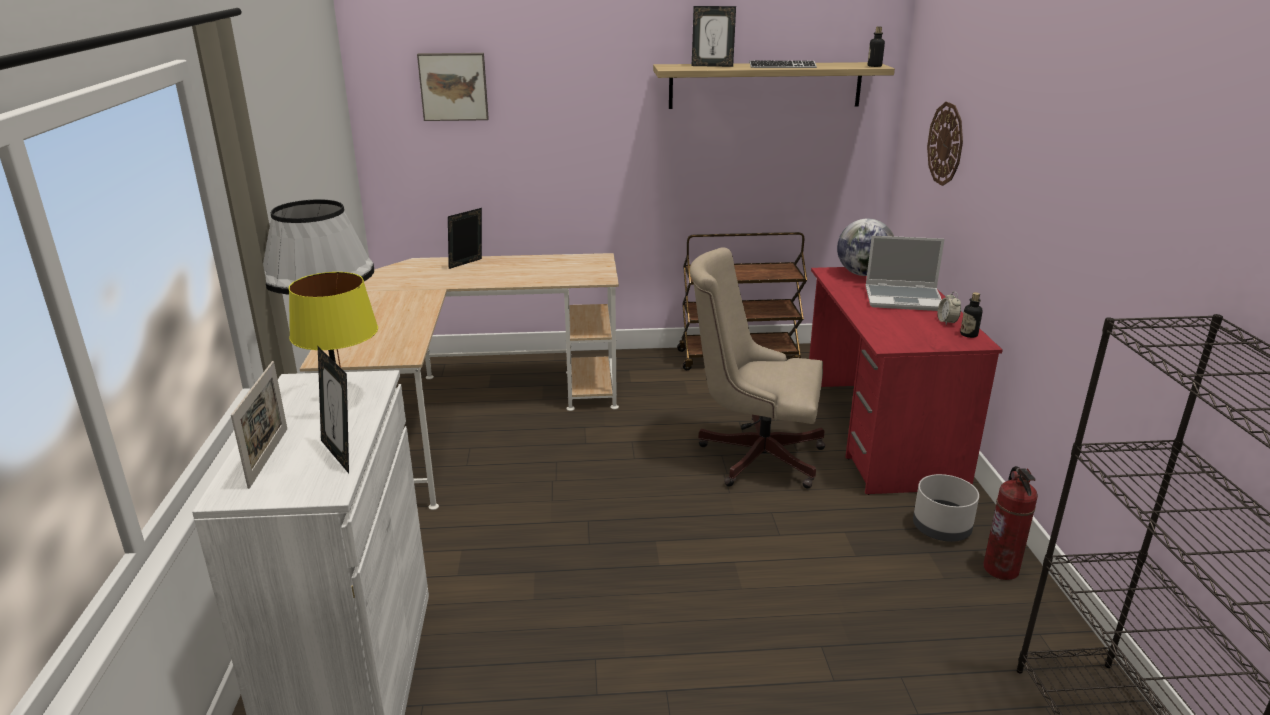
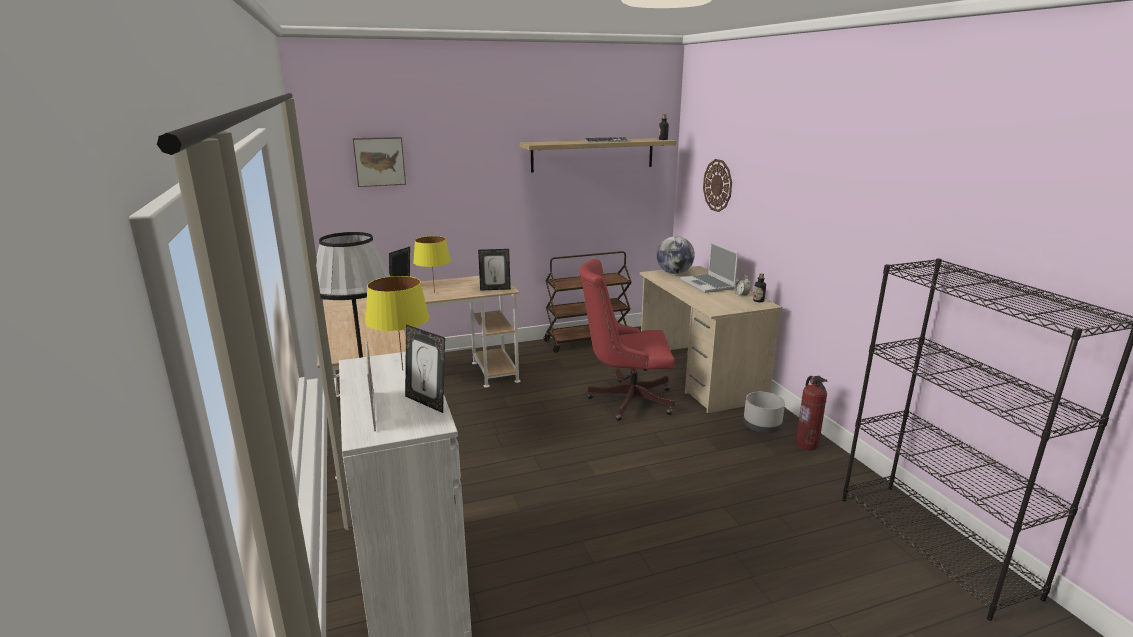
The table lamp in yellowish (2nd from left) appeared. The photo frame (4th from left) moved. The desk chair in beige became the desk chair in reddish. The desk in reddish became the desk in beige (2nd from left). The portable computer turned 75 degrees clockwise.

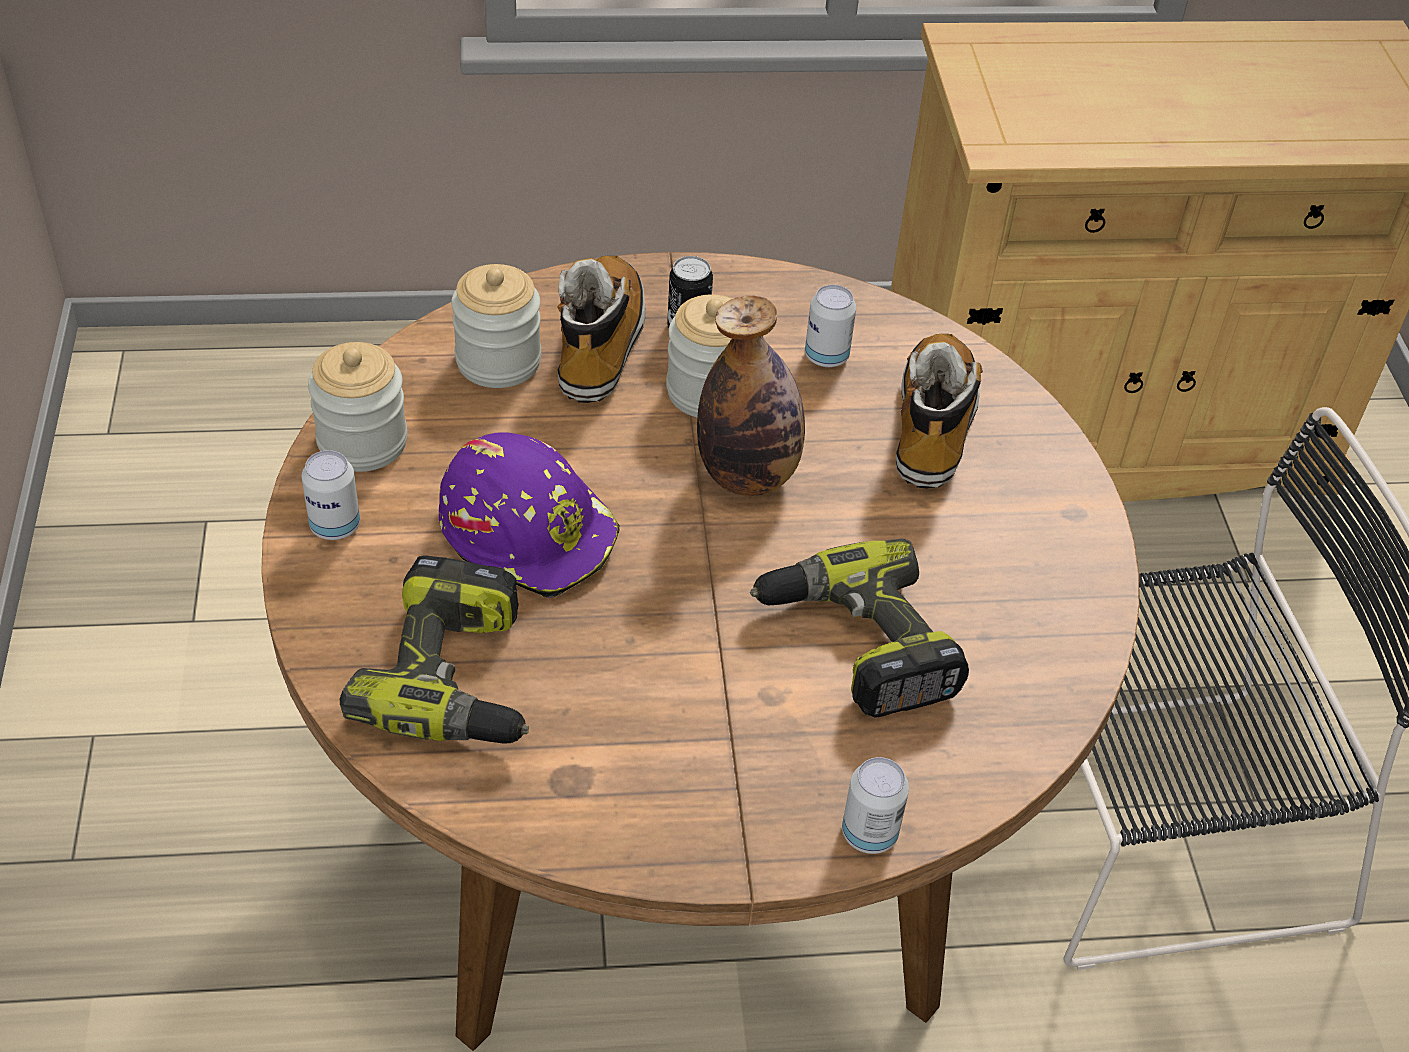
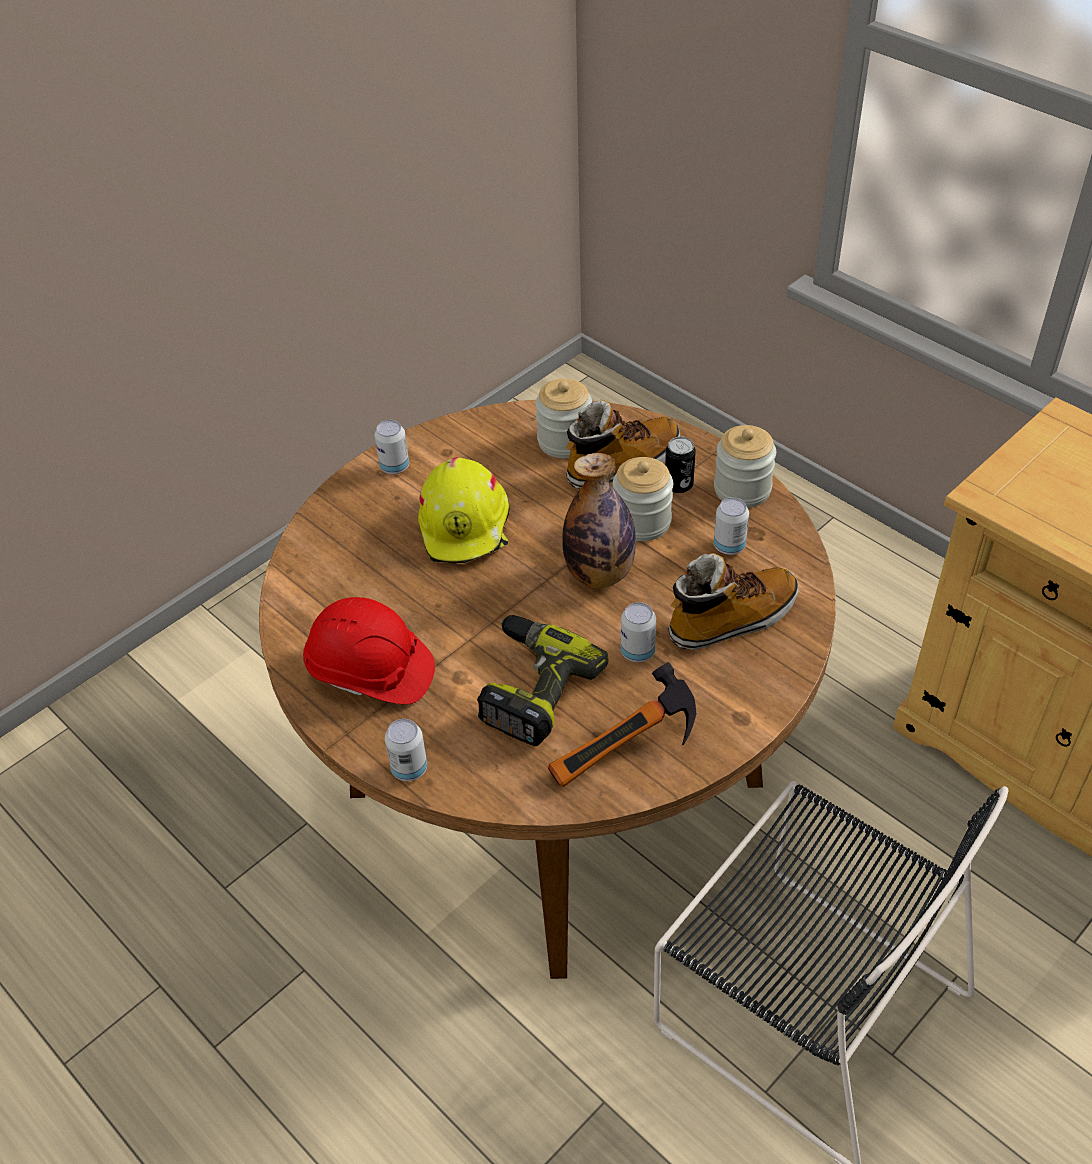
The work helmet in reddish appeared. The work helmet in purplish became the work helmet in yellowish. The hammer appeared. The can (3rd from left) appeared. The preserve jar (1st from left in the first image) moved. The drill (1st from left) disappeared.

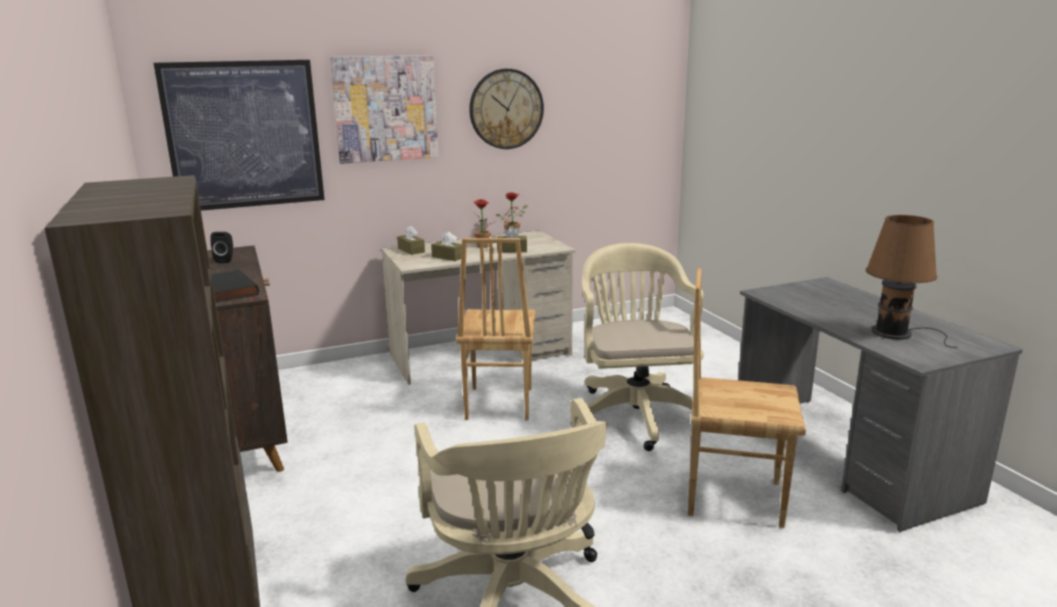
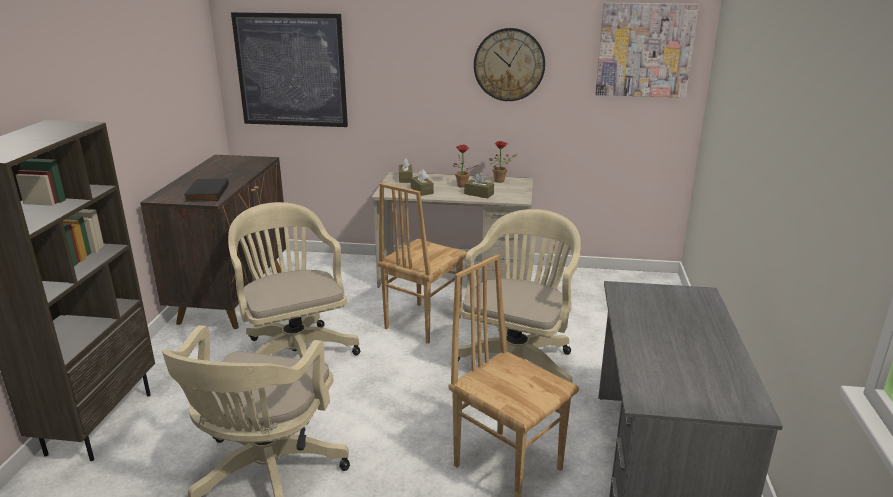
The desk chair in beige (2nd from left) appeared. The wall picture (2nd from left) moved. The audio speaker in blackish disappeared. The table lamp in brown-coloured disappeared.

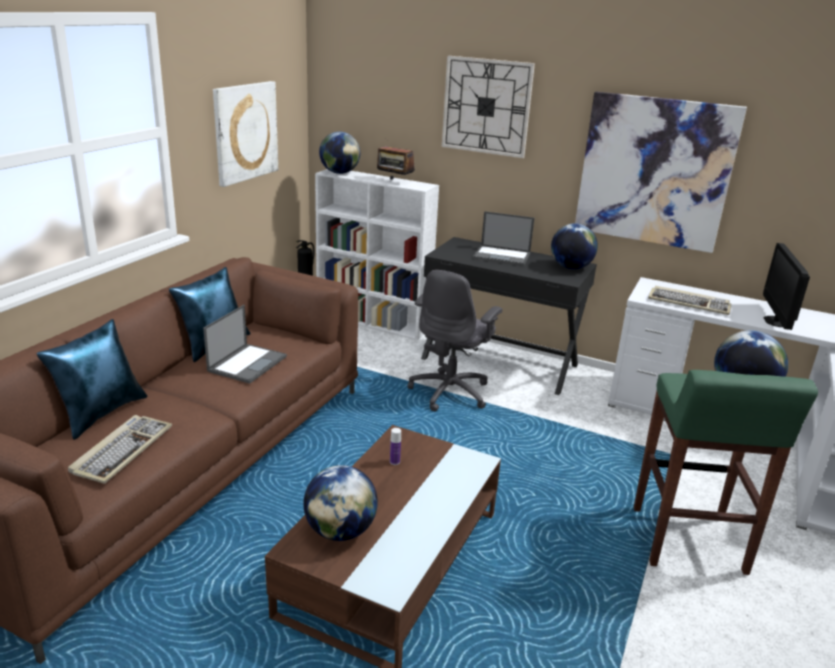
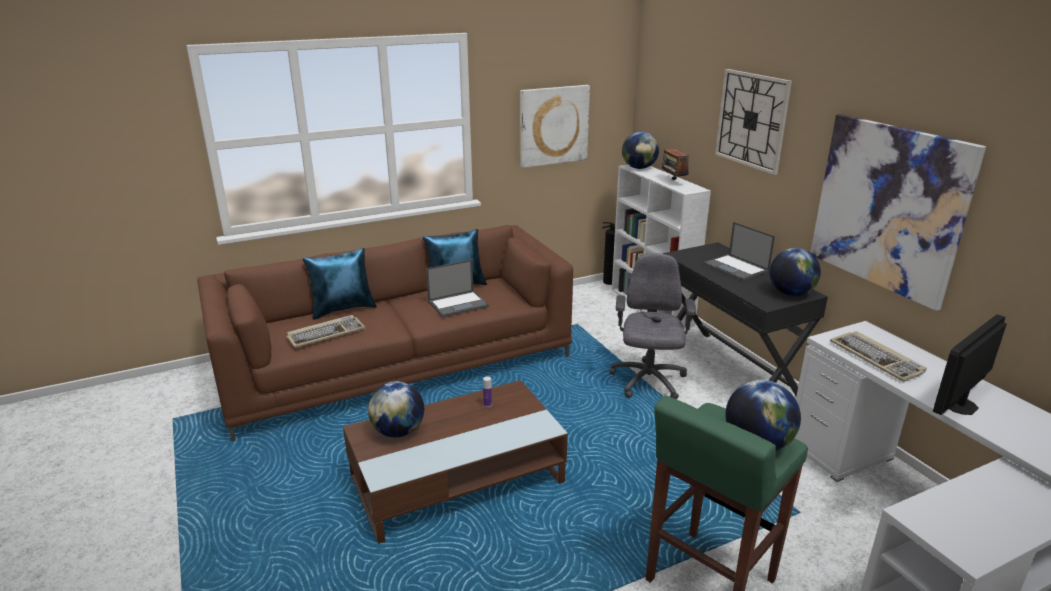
The desk chair in gray turned 120 degrees clockwise.

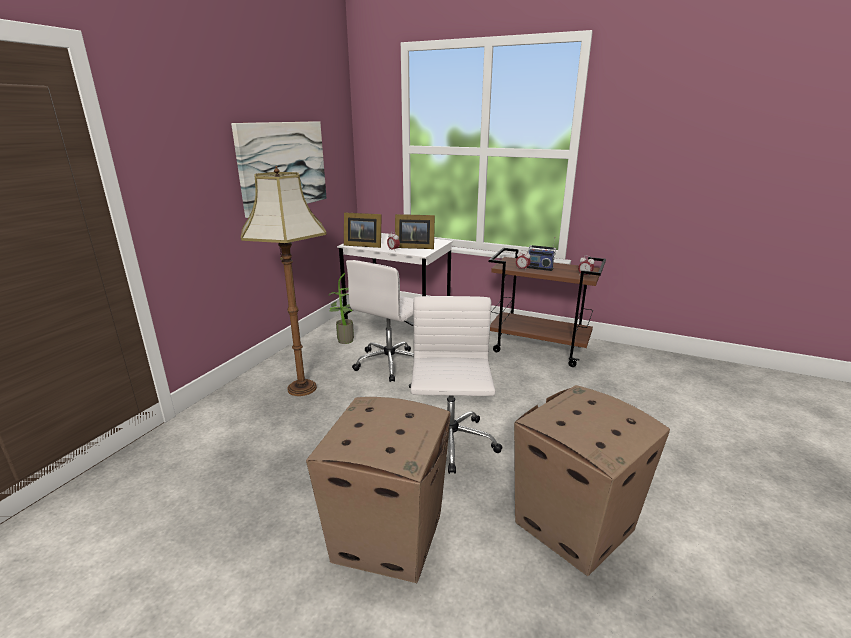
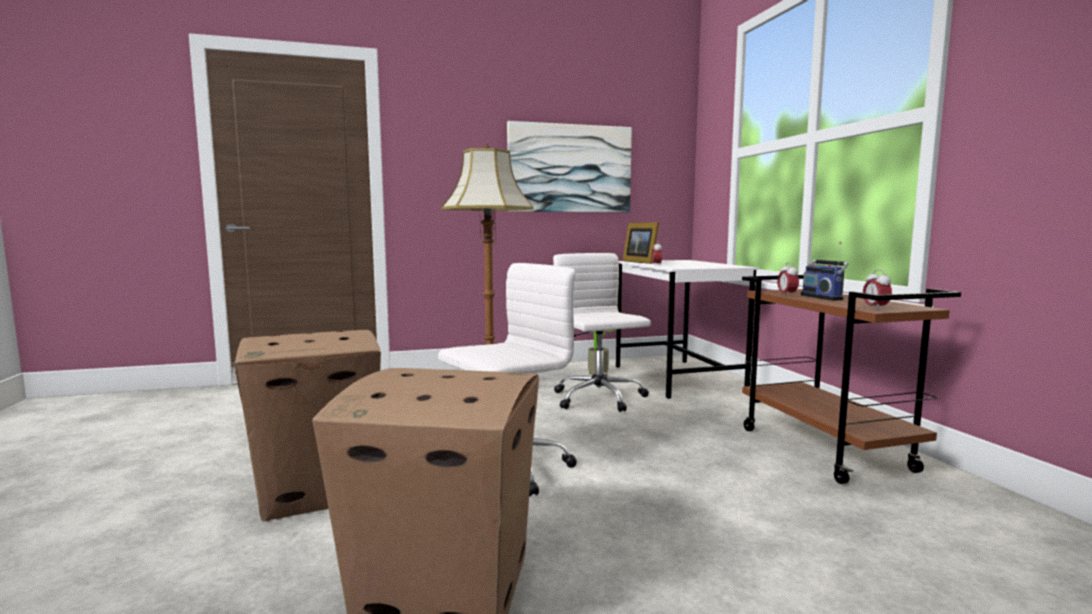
The desk chair in whitish (1st from left in the first image) turned 75 degrees clockwise. The photo frame (2nd from left) disappeared.

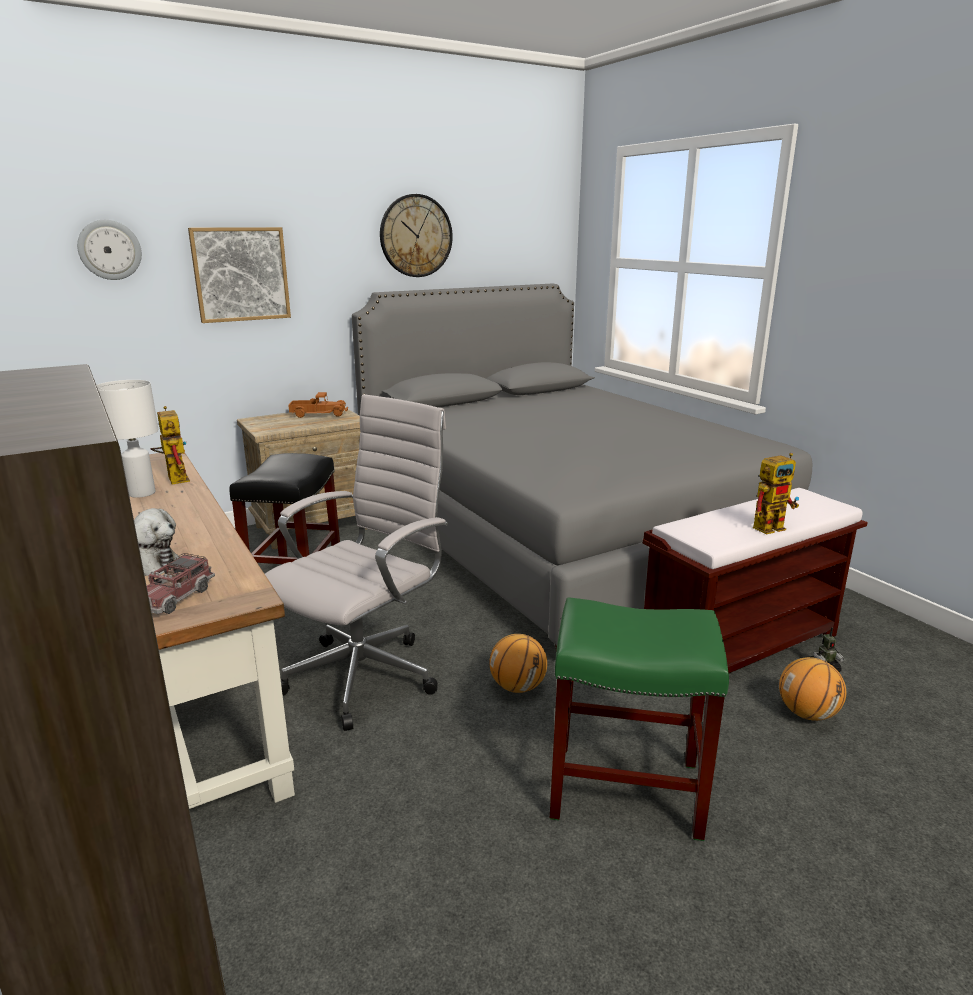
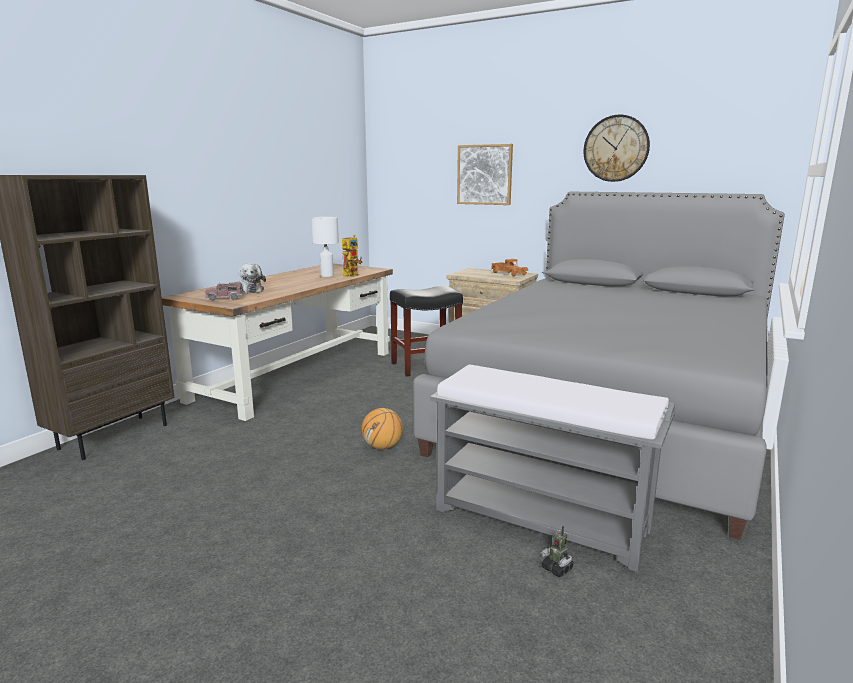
The long seat in brown-coloured became the long seat in gray. The clock on the wall (1st from left) disappeared. The desk chair in whitish disappeared. The sitting stool in green-coloured disappeared. The toy robot (2nd from left) disappeared. The ball for basketball (2nd from left) disappeared.

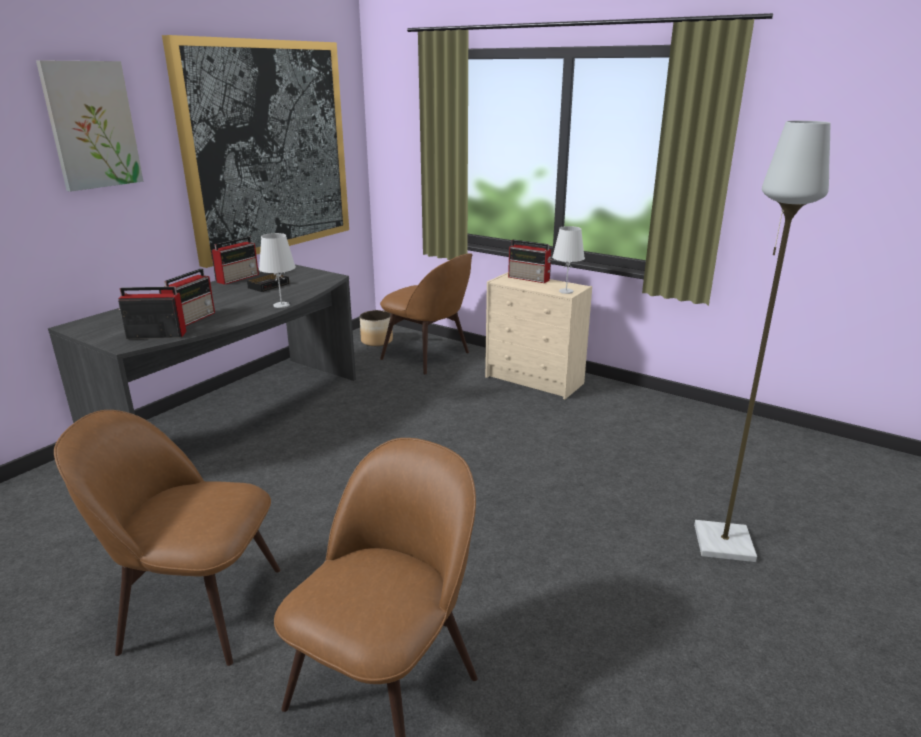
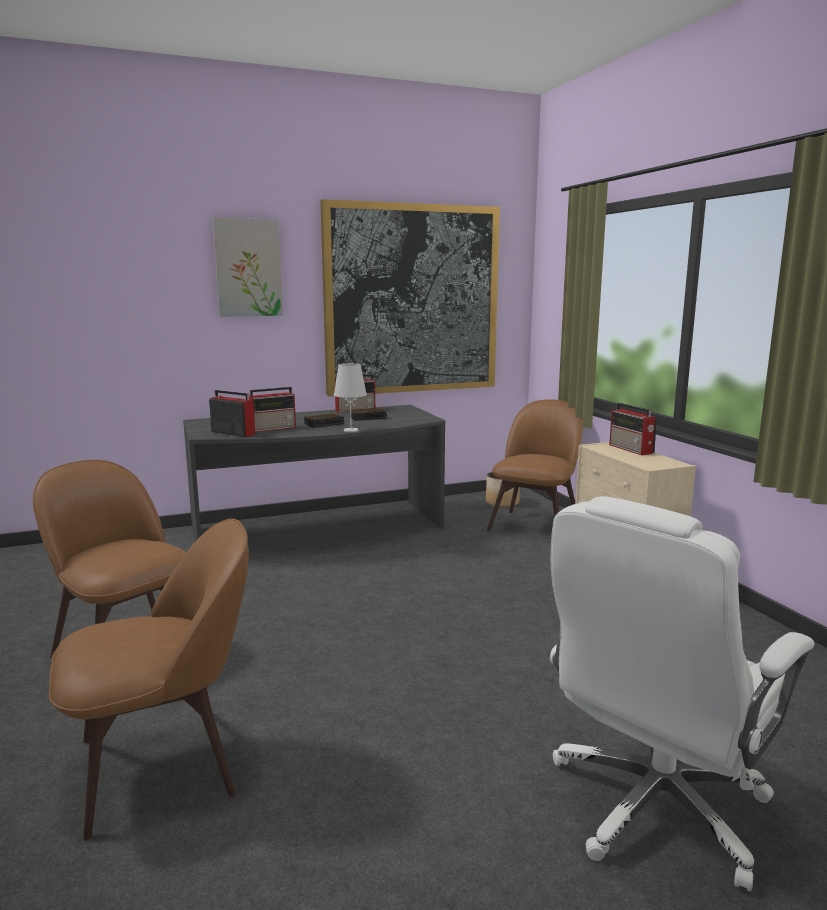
The table clock (1st from left) appeared. The chair in brown-coloured (3rd from left) turned 135 degrees counterclockwise. The standard lamp in gray was replaced by the desk chair in whitish. The table lamp in whitish (2nd from left) disappeared.

